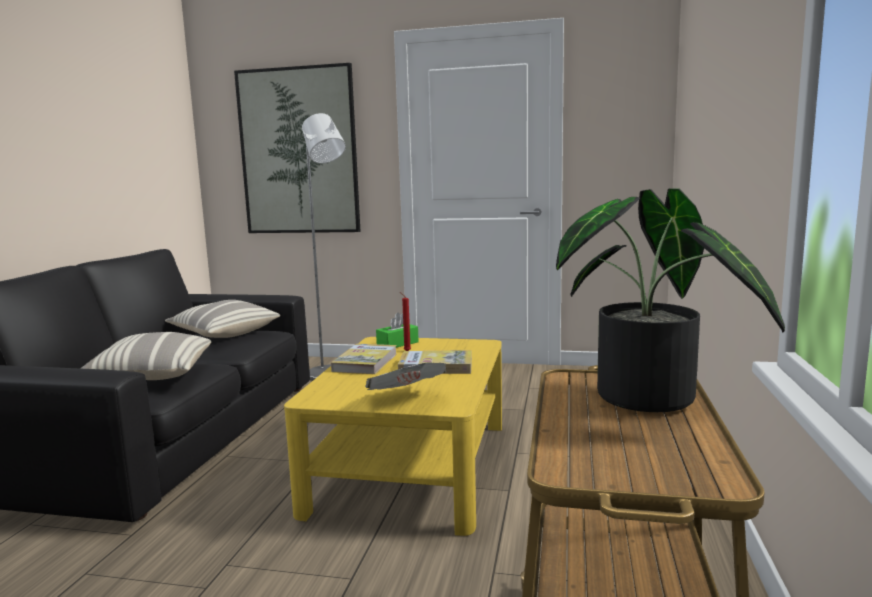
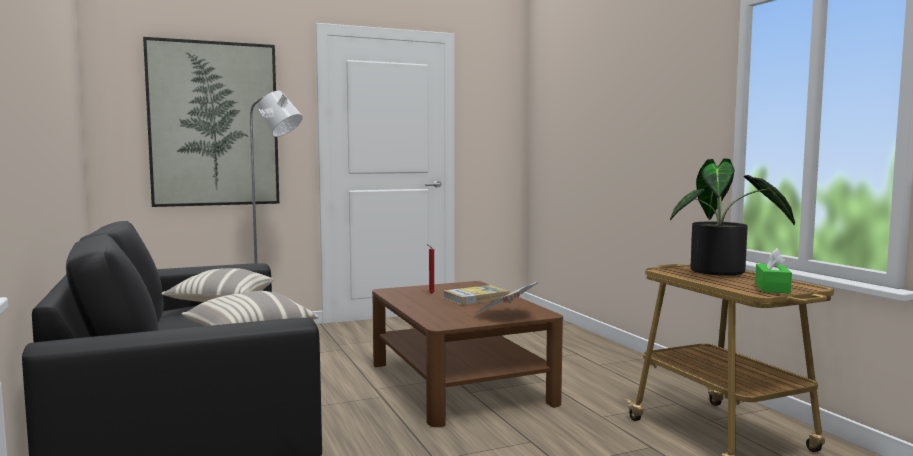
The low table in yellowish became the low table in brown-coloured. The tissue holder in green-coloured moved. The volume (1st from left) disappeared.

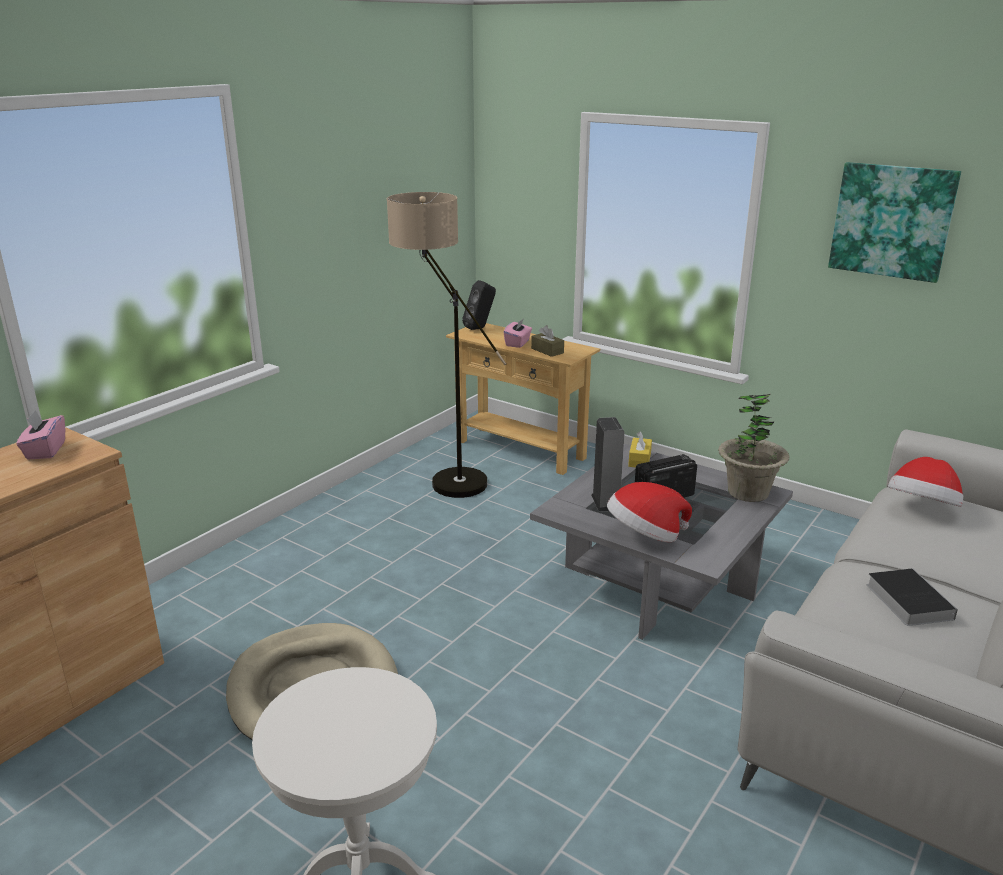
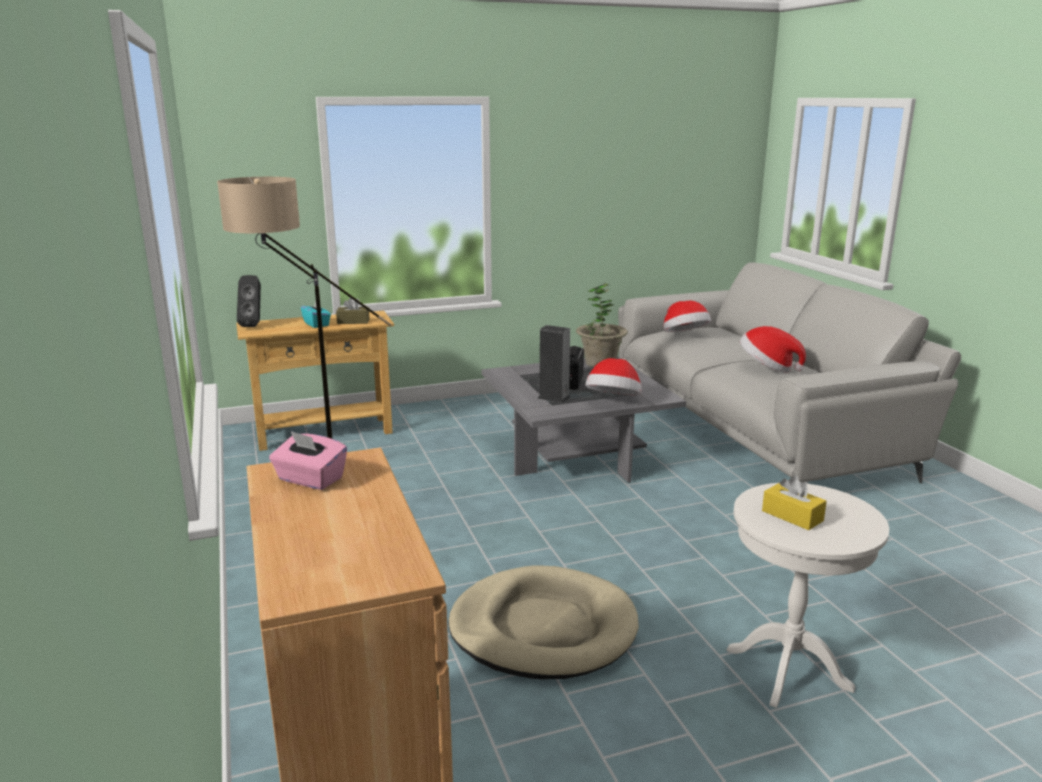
The tissue holder in pink-coloured (2nd from left) became the tissue holder in turquoise. The volume was replaced by the clothing hat (3rd from left). The tissue holder in yellowish moved. The wall picture disappeared.

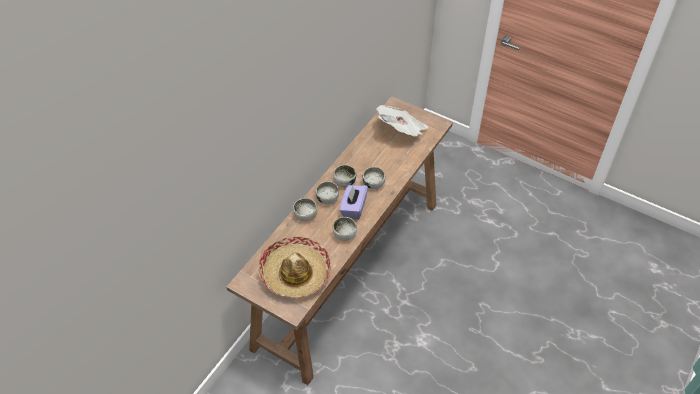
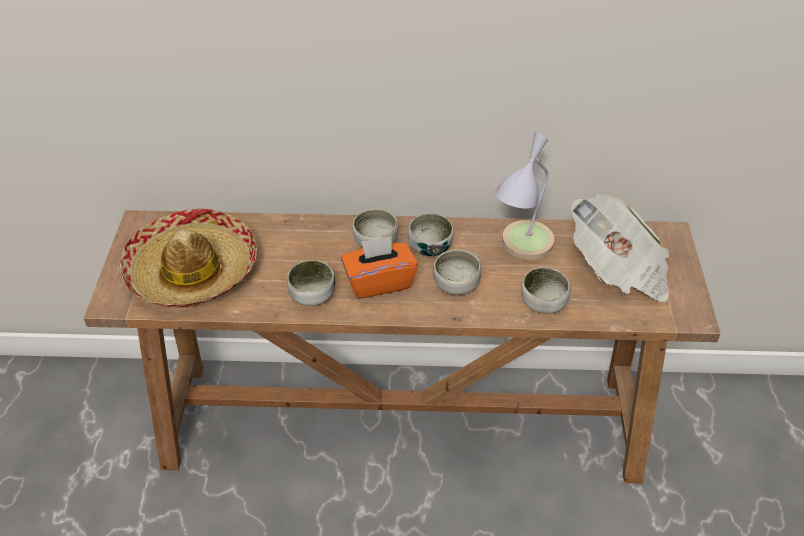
The tissue holder in purplish became the tissue holder in orange. The table lamp appeared. The bowl (1st from left in the first image) moved.

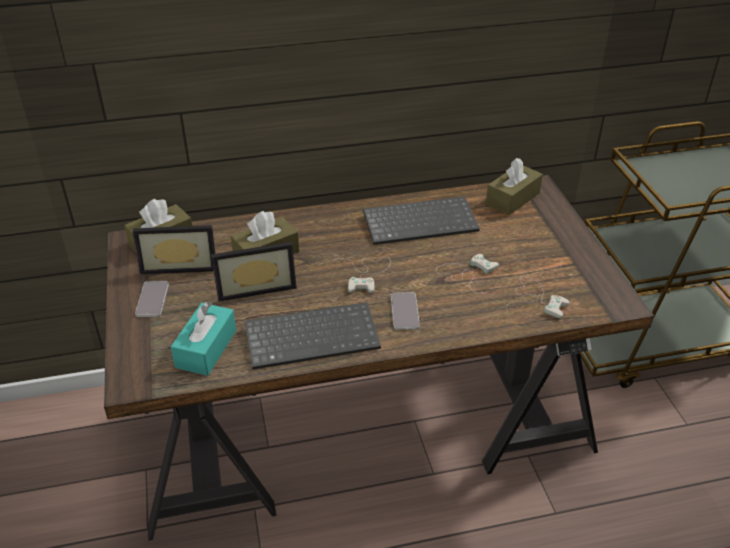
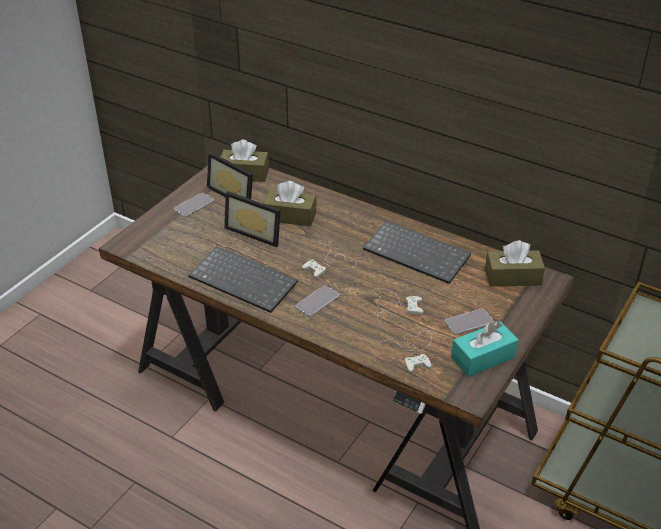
The phone (3rd from left) appeared. The tissue holder in turquoise moved.

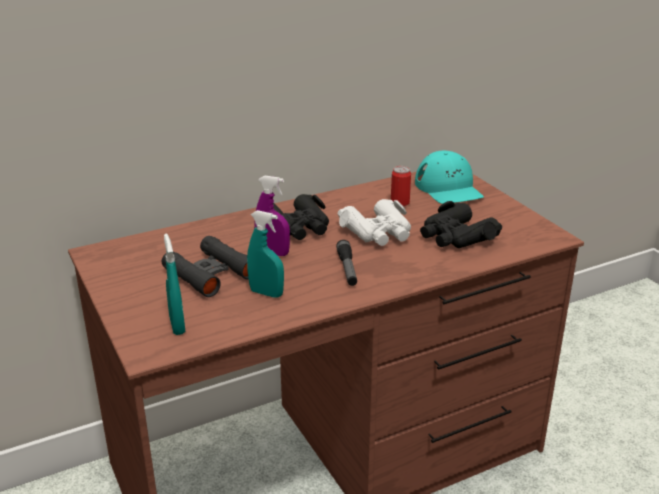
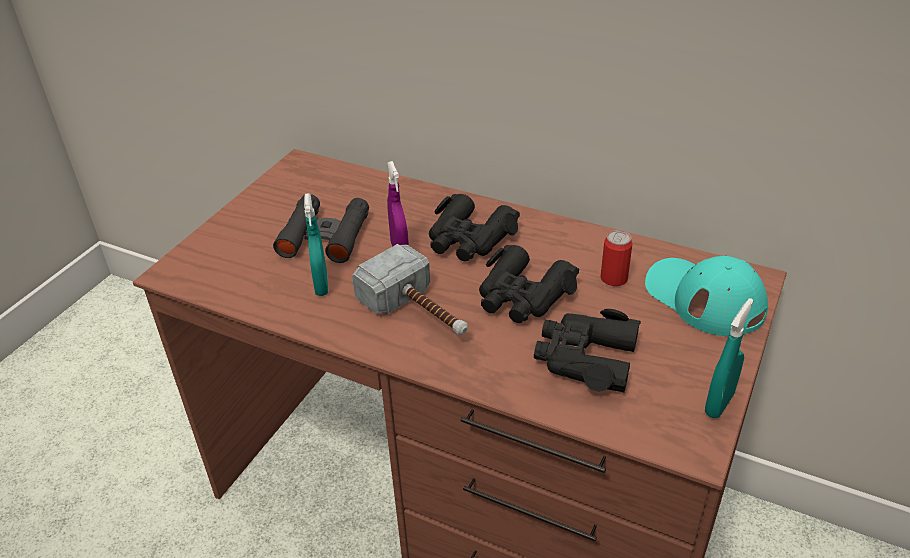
The torch was replaced by the hammer. The binoculars in whitish became the binoculars in blackish (3rd from left). The peaked cap in turquoise turned 105 degrees clockwise. The sprayer in turquoise (1st from left in the first image) moved.

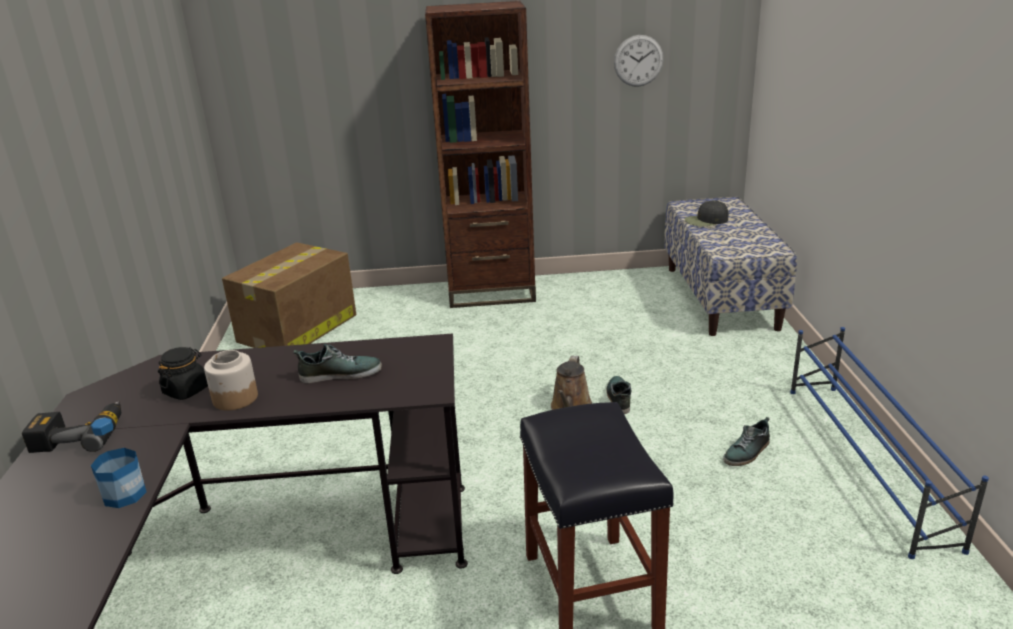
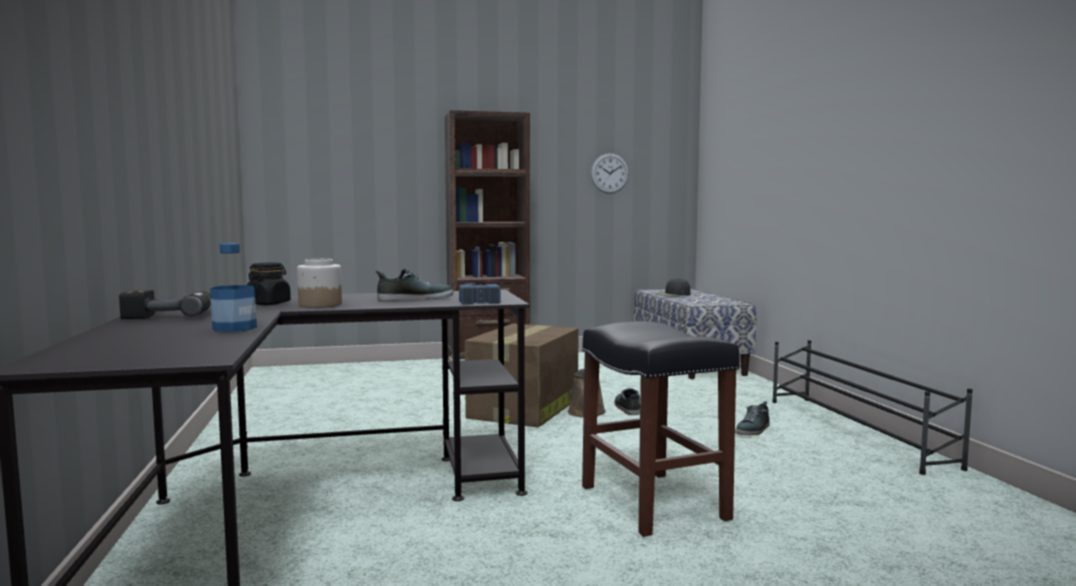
The hammer appeared. The packing box moved. The shoe rack in bluish became the shoe rack in blackish.

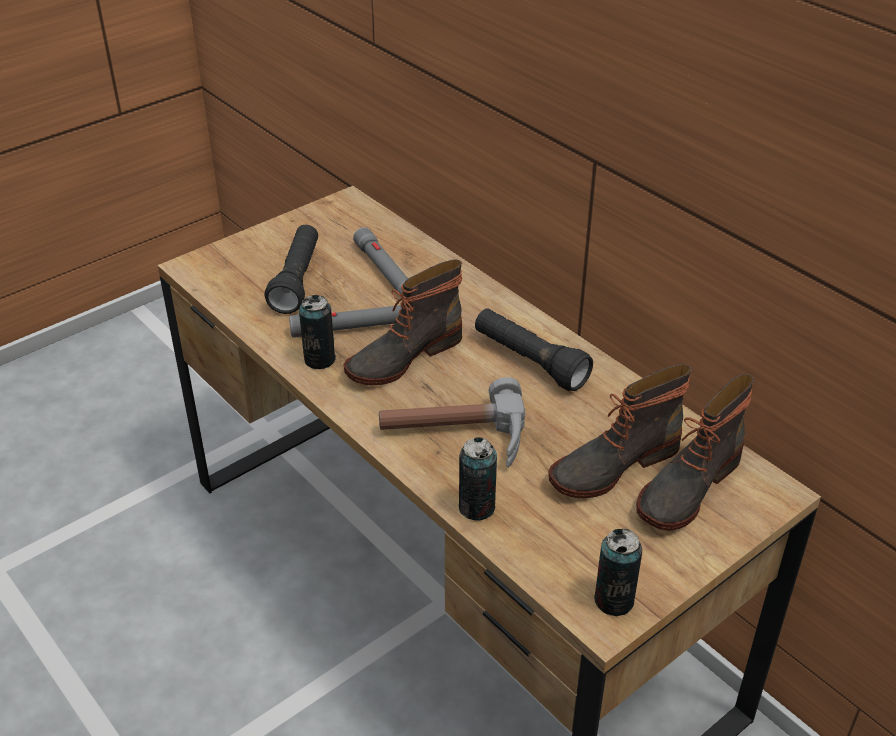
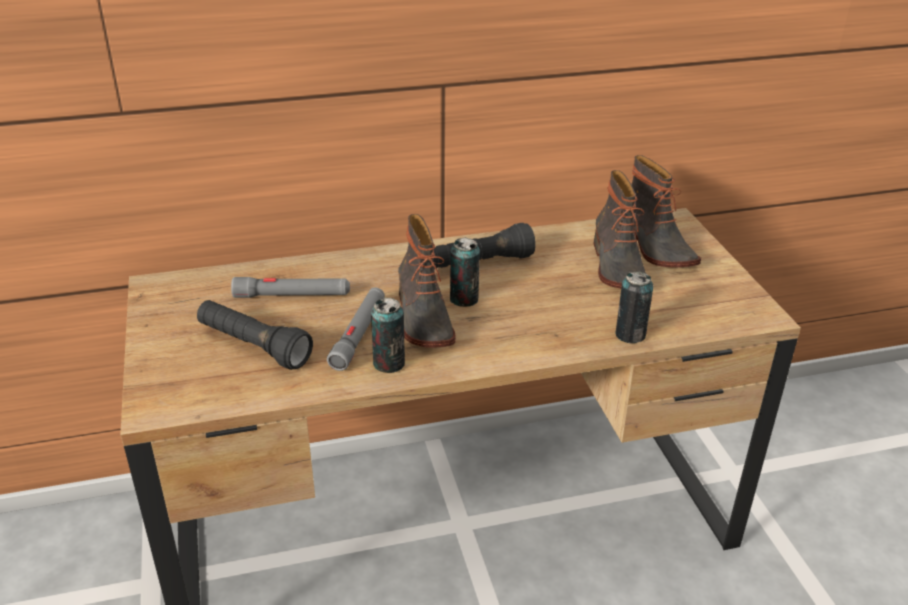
The can (3rd from left in the first image) moved. The hammer disappeared.

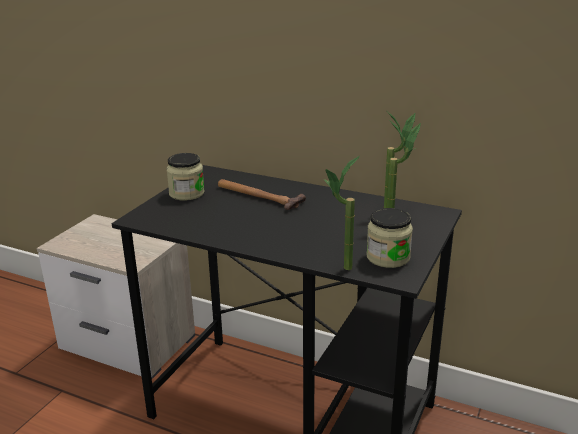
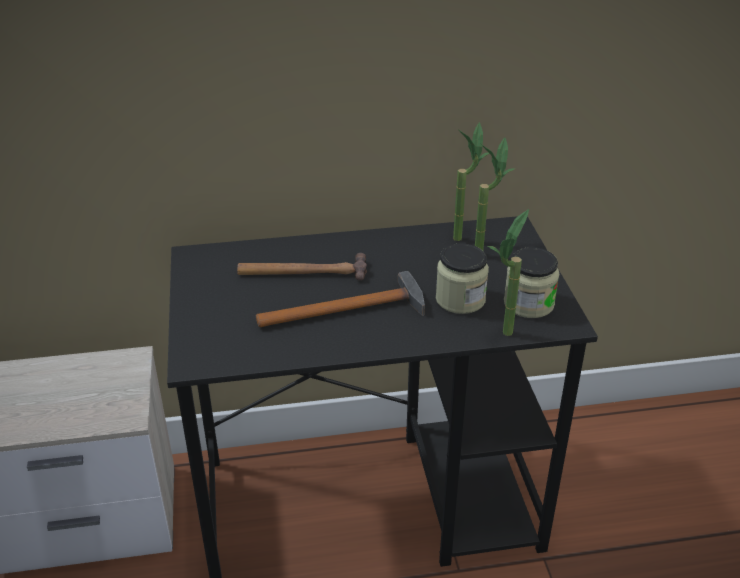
The hammer (2nd from left) appeared. The preserve jar (1st from left) moved.

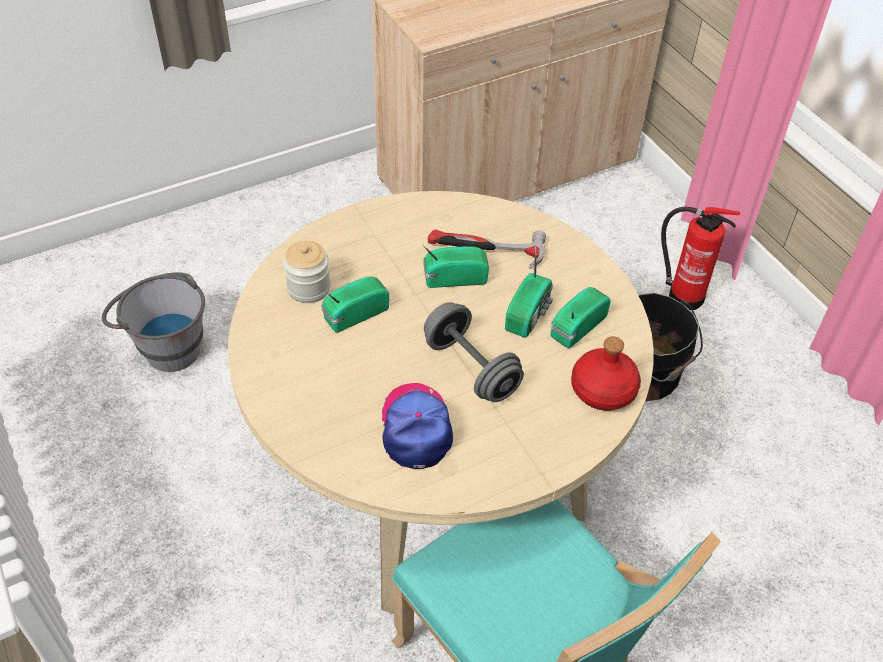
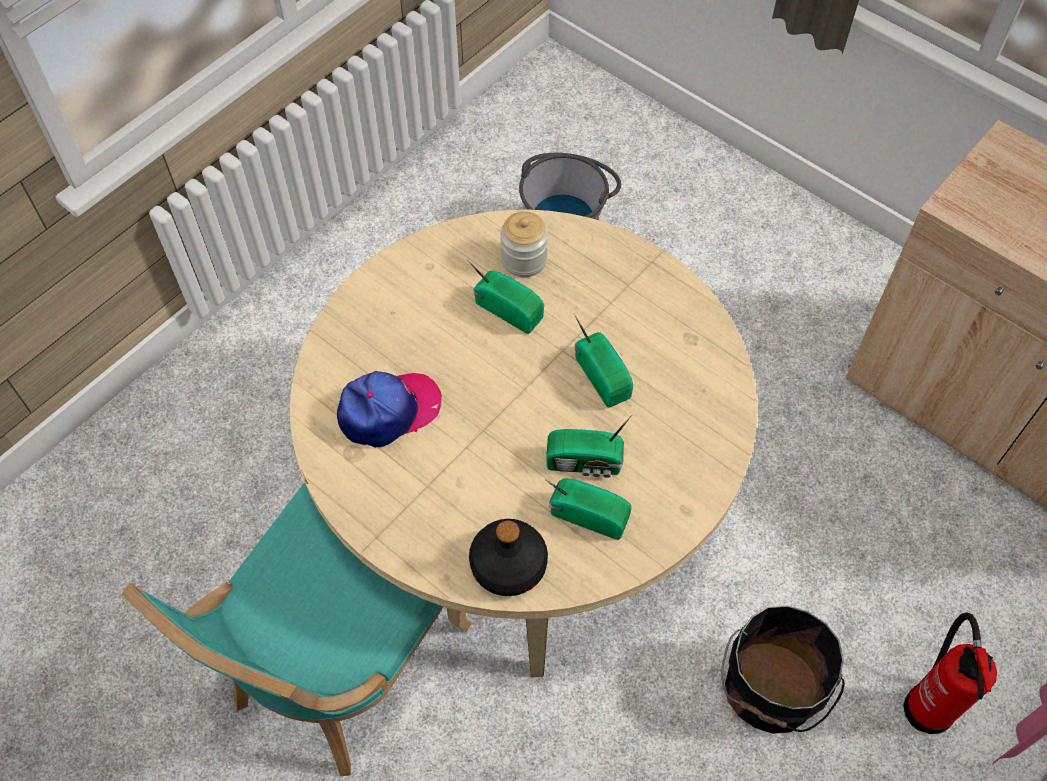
The bottle in reddish became the bottle in blackish. The hand weight in gray disappeared. The hammer disappeared.

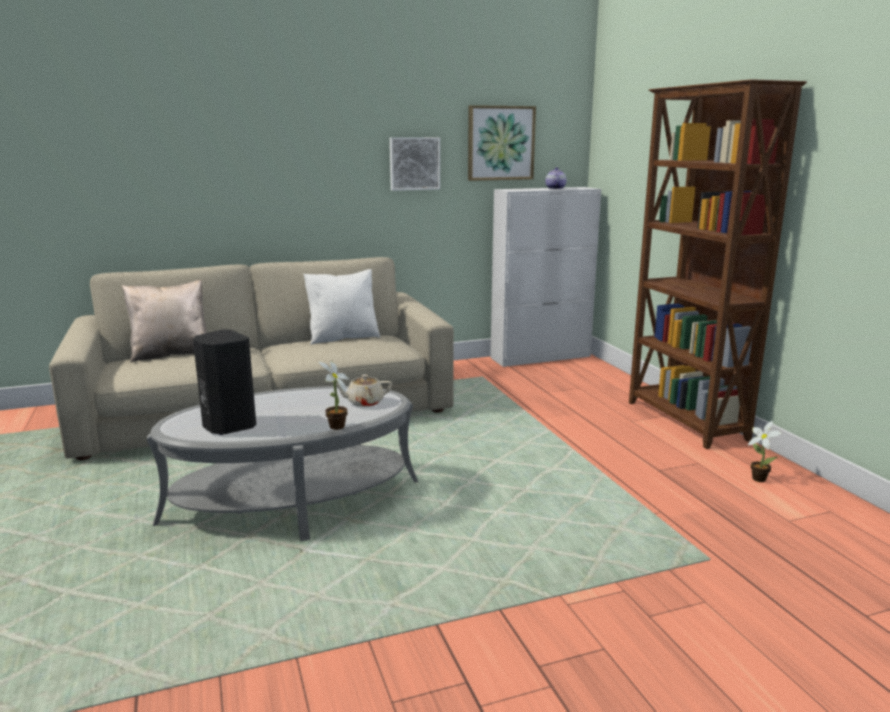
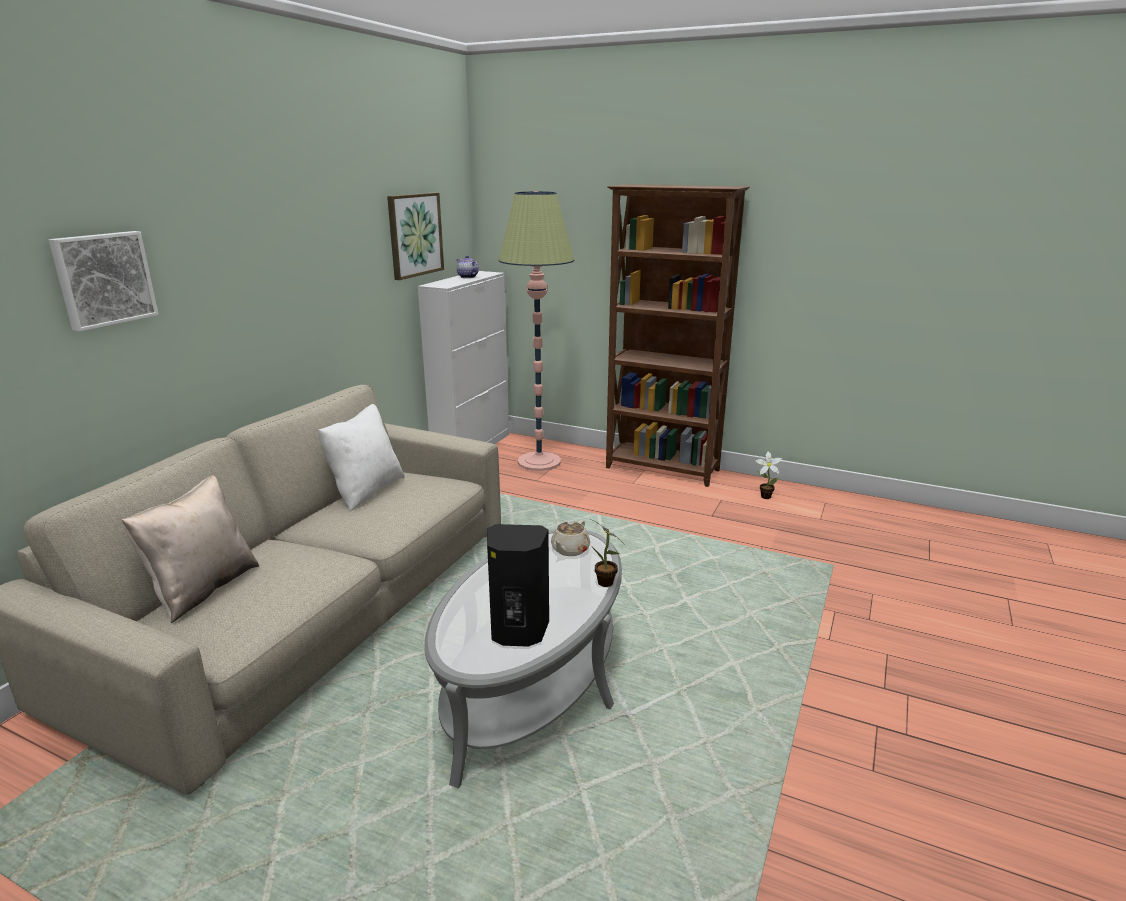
The wall picture (1st from left) moved. The standard lamp appeared.

